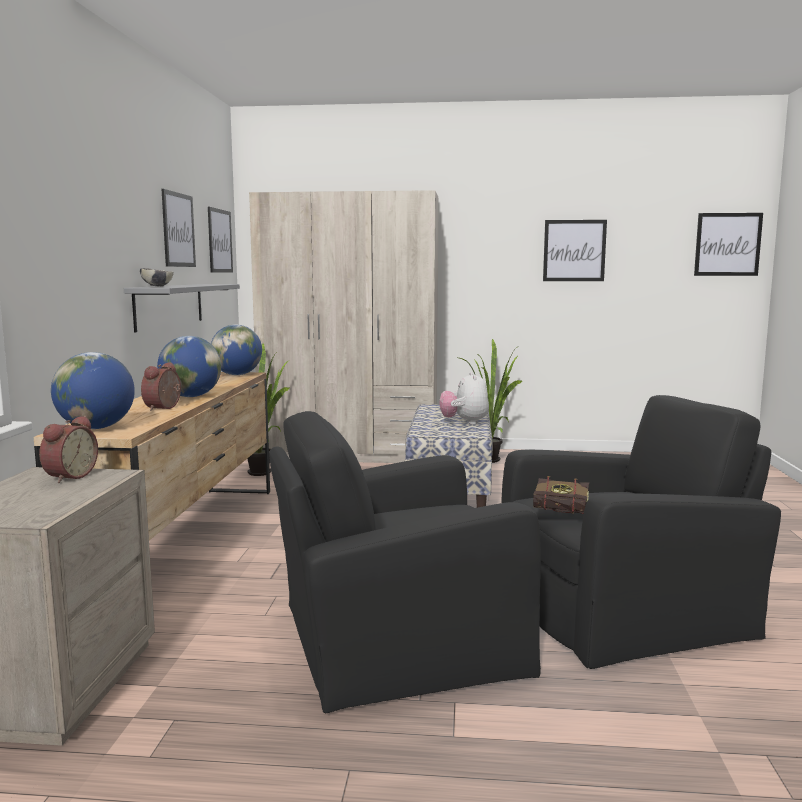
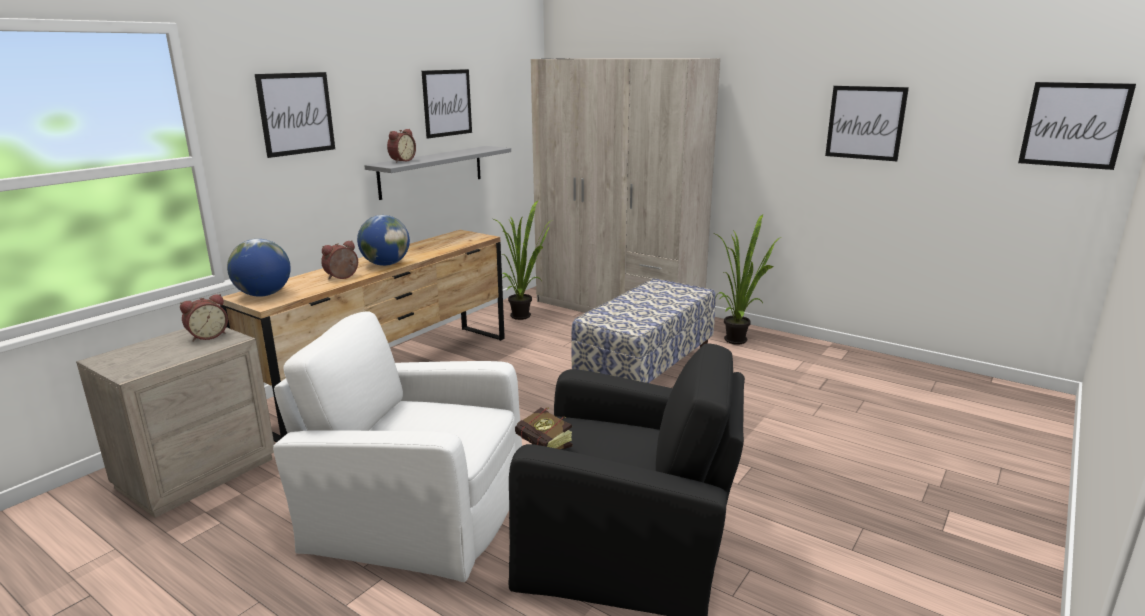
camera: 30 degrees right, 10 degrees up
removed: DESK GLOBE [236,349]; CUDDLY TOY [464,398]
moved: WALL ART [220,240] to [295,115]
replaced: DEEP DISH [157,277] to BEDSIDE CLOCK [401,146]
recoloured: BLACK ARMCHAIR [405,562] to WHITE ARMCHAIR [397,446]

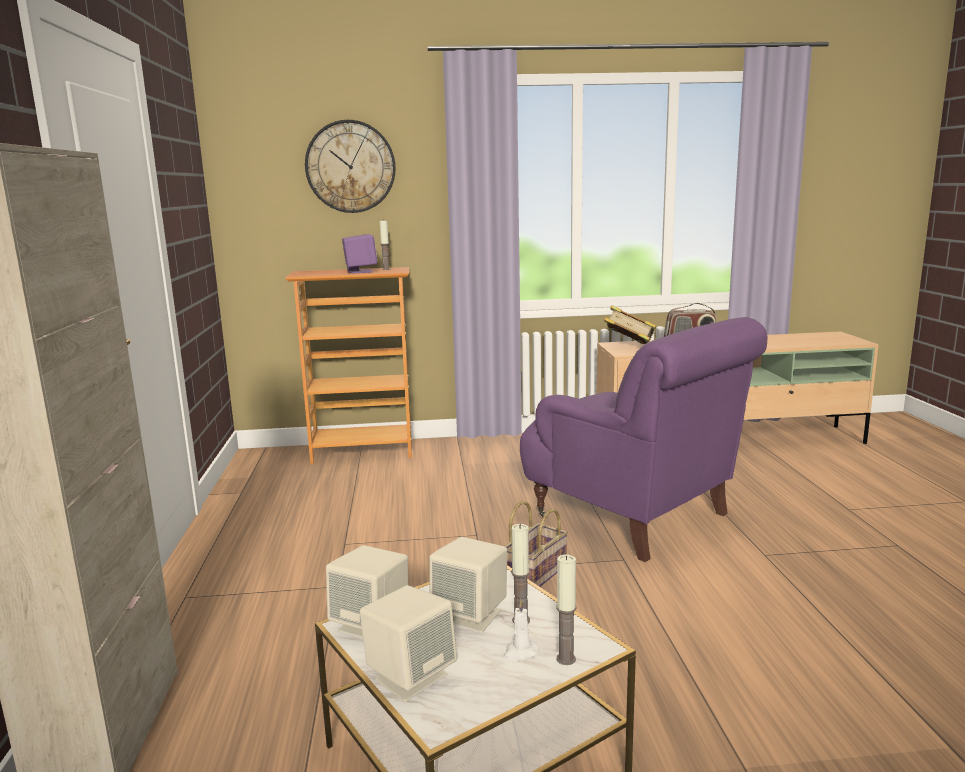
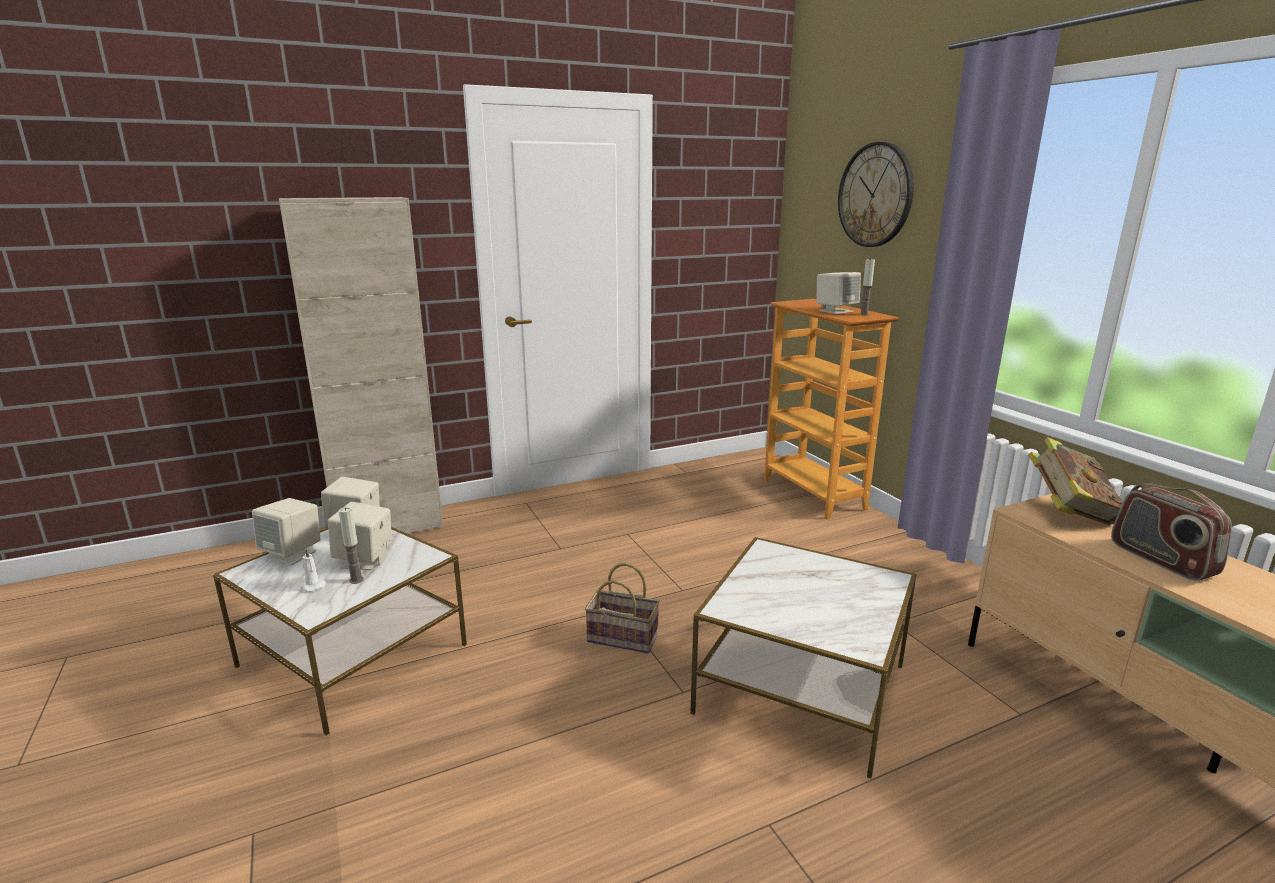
camera: 70 degrees right, 5 degrees up
removed: WAX LIGHT [566,610]
replaced: PURPLISH ARMCHAIR [643,439] to ACCENT TABLE [803,657]
recoloured: PURPLISH LOUDSPEAKER [360,253] to BEIGE LOUDSPEAKER [838,293]

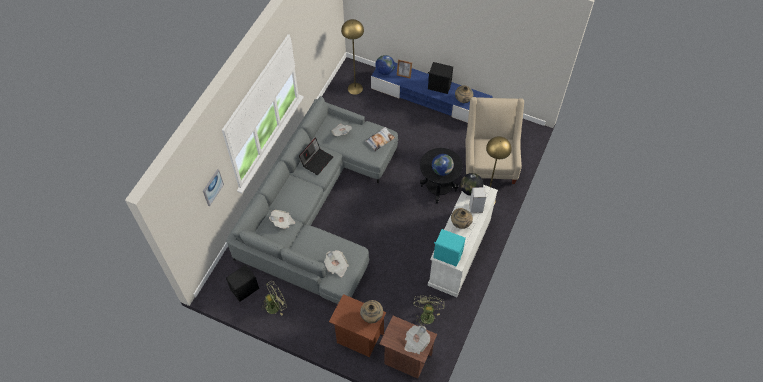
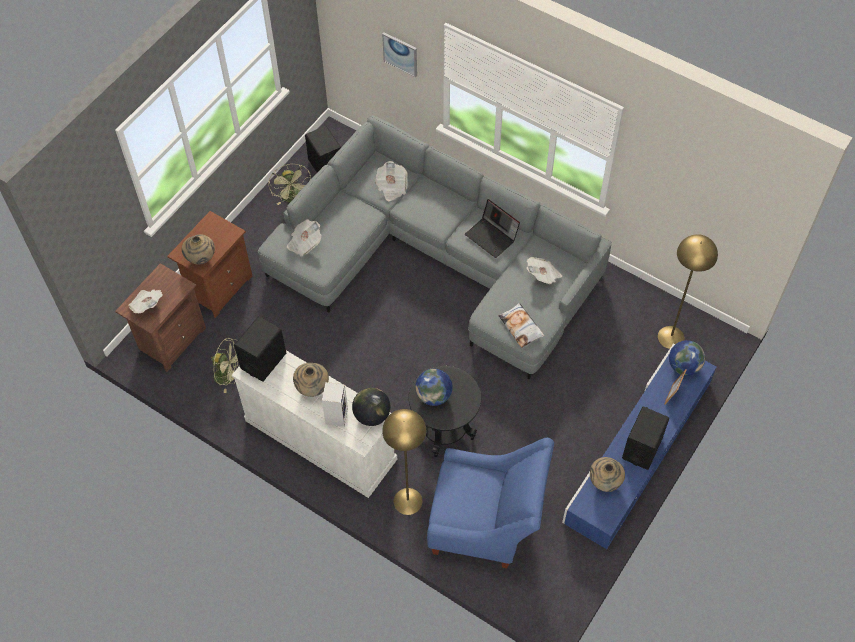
camera: 100 degrees right, 0 degrees up
recoloured: TURQUOISE-COLOURED LOUDSPEAKER [449,248] to BLACK LOUDSPEAKER [260,349]; BEIGE ARMCHAIR [494,140] to BLUE ARMCHAIR [490,503]

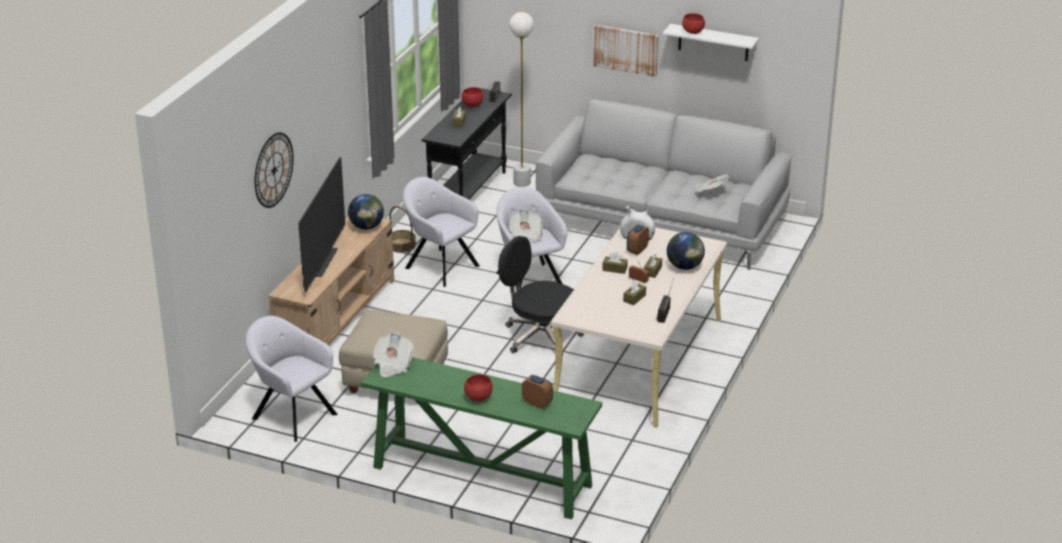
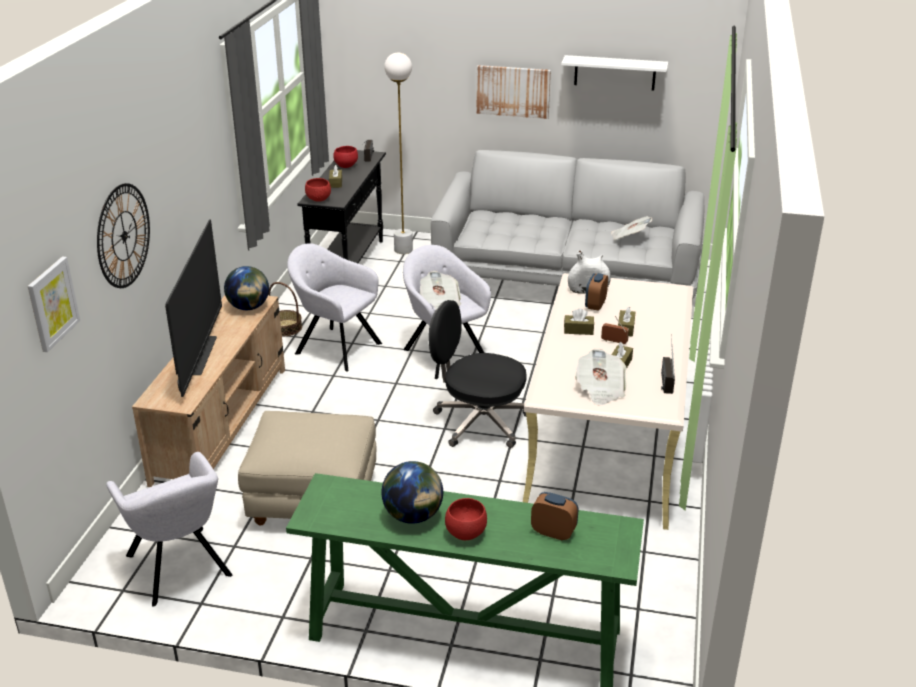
camera: 10 degrees left, 0 degrees up
added: WALL ART [54,304]
moved: RED DEEP DISH [693,23] to [318,190]; DESK GLOBE [686,251] to [412,492]; PRINTED PAPER [393,354] to [601,377]
turned: GRAY ARMCHAIR [291,379] = [169,529] 150 degrees counterclockwise

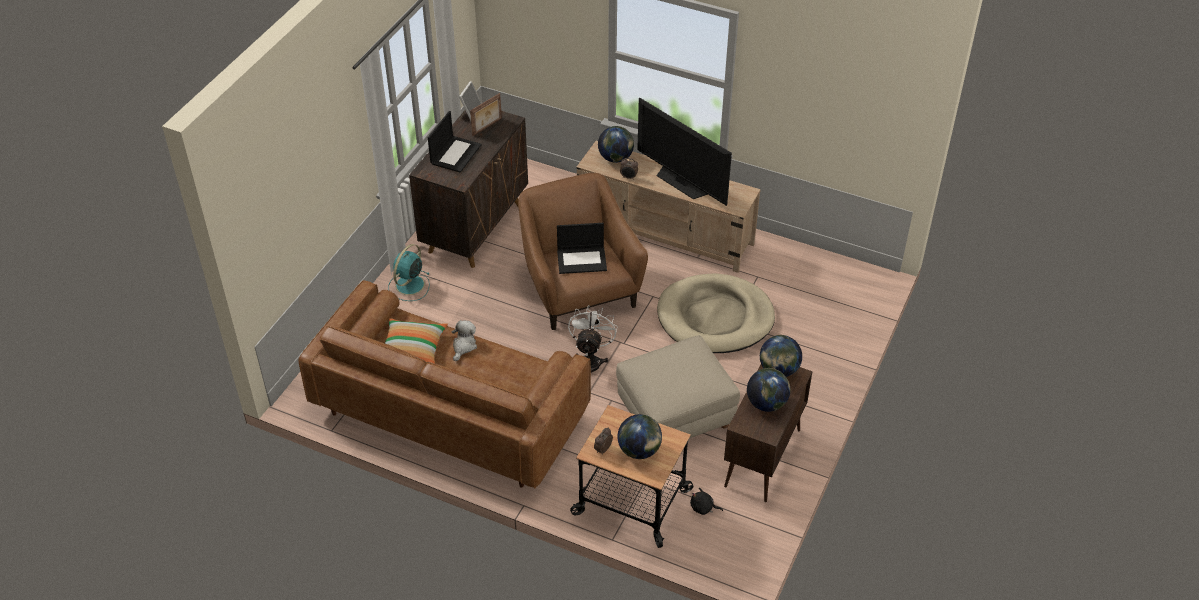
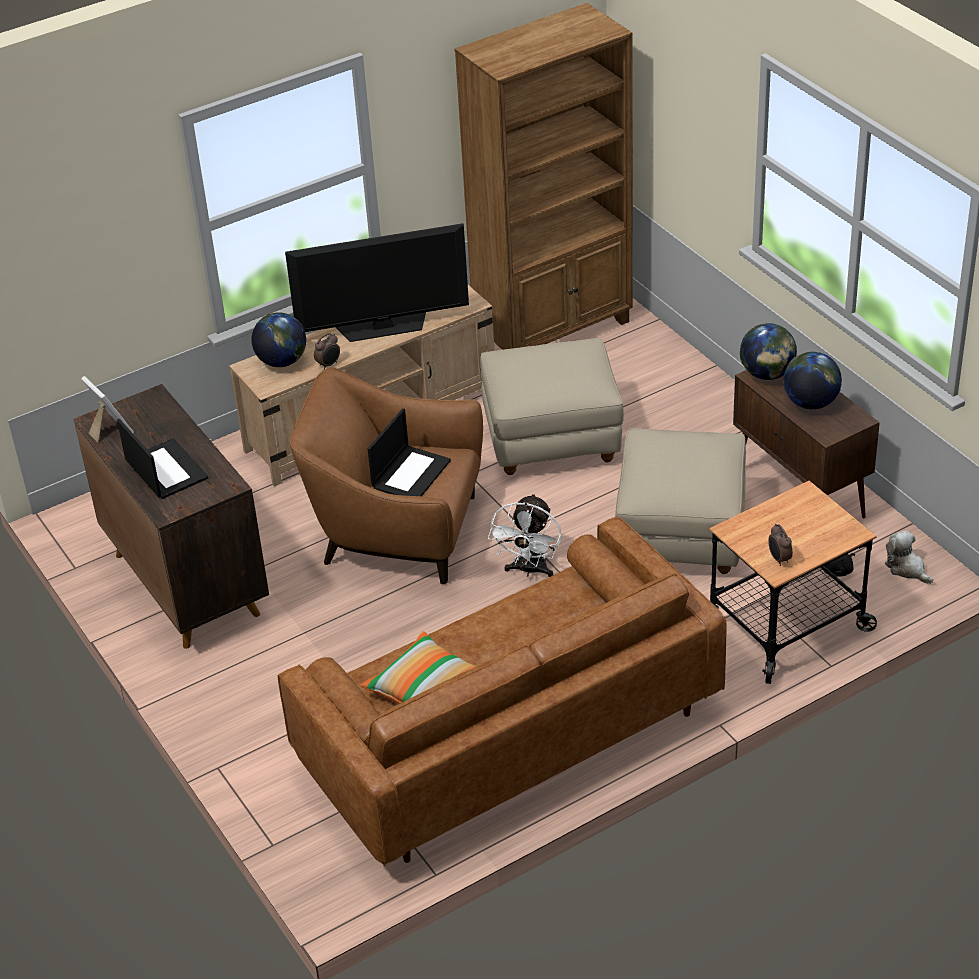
camera: 55 degrees left, 5 degrees down
removed: TURQUOISE-COLOURED COOLING FAN [409,272]; PICTURE FRAME [486,114]; DESK GLOBE [640,436]
added: BROWNISH BOOKSHELF [544,176]
moved: CUDDLY TOY [464,340] to [909,557]
replaced: BEIGE DOG BED [716,313] to BEIGE POUFFE [552,406]
turned: WHITE COOLING FAN [593,339] = [525,535] 120 degrees counterclockwise

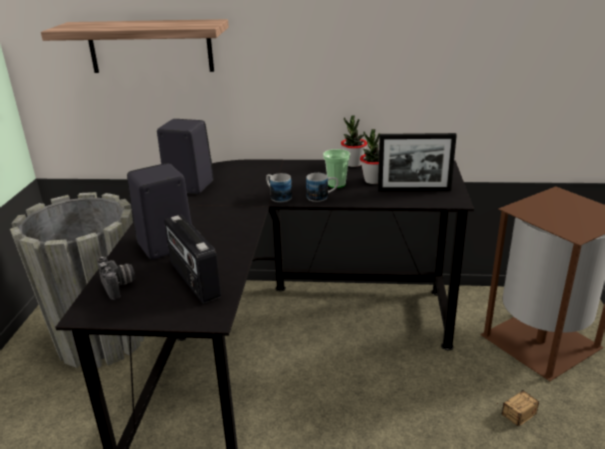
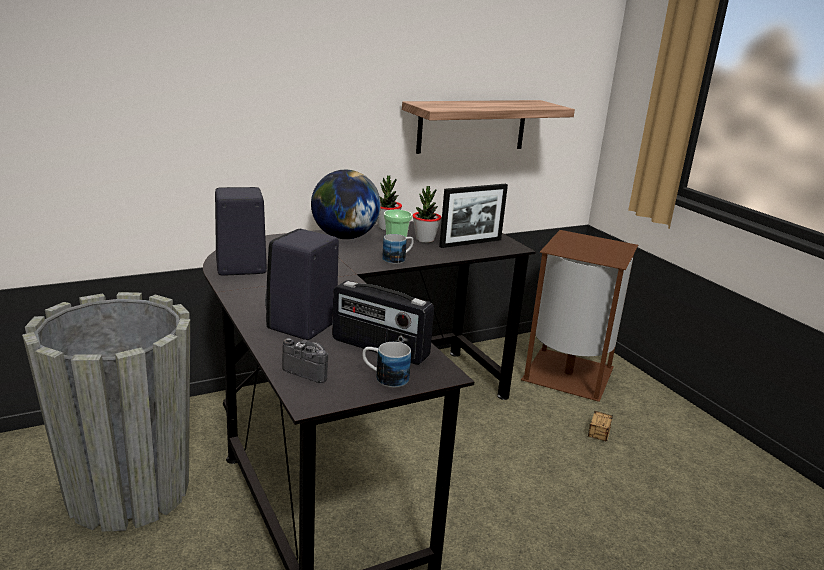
camera: 35 degrees left, 5 degrees down
added: DESK GLOBE [346,204]
moved: MUG [279,187] to [386,365]; WALL SHELF [135,46] to [488,127]

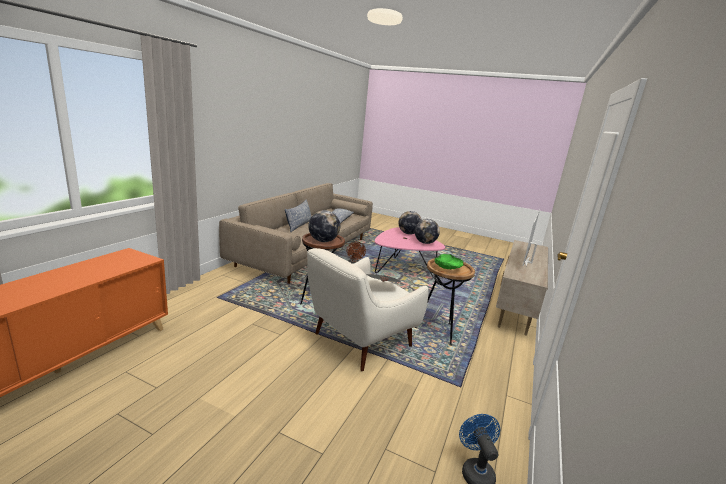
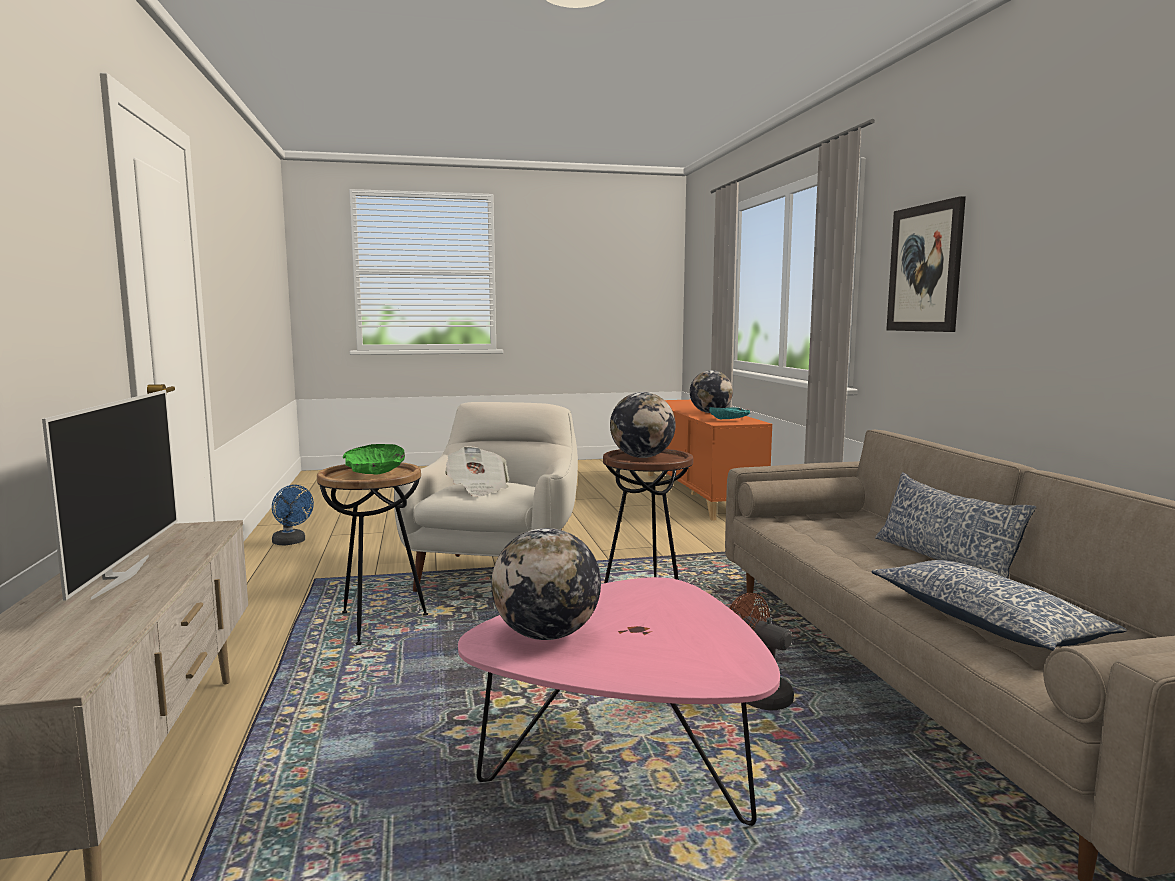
camera: 145 degrees right, 10 degrees down
added: TURQUOISE-COLOURED DEEP DISH [729,413]; WALL ART [926,264]
moved: DESK GLOBE [410,223] to [711,391]

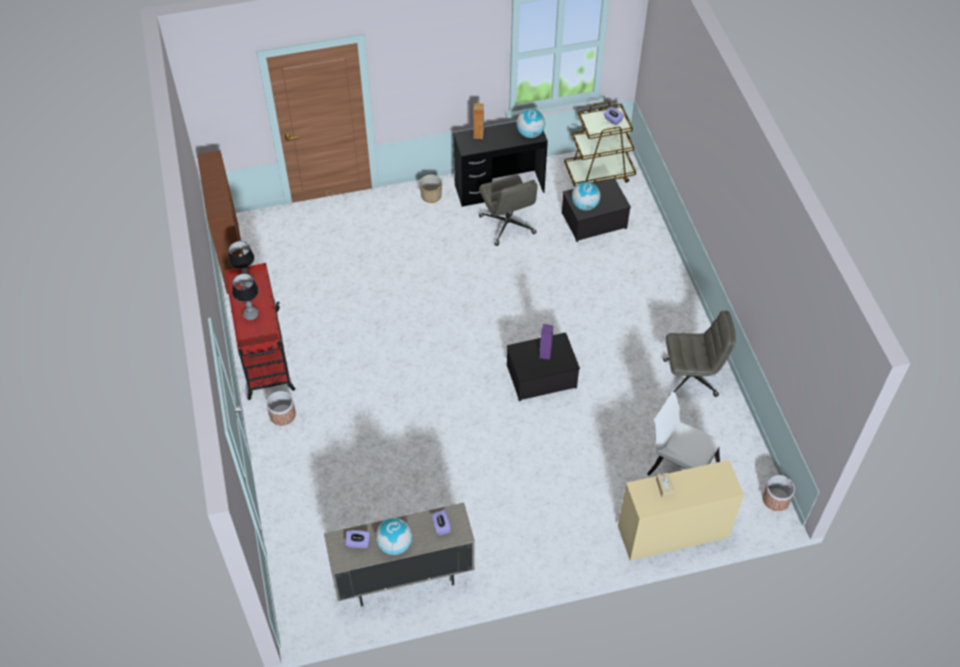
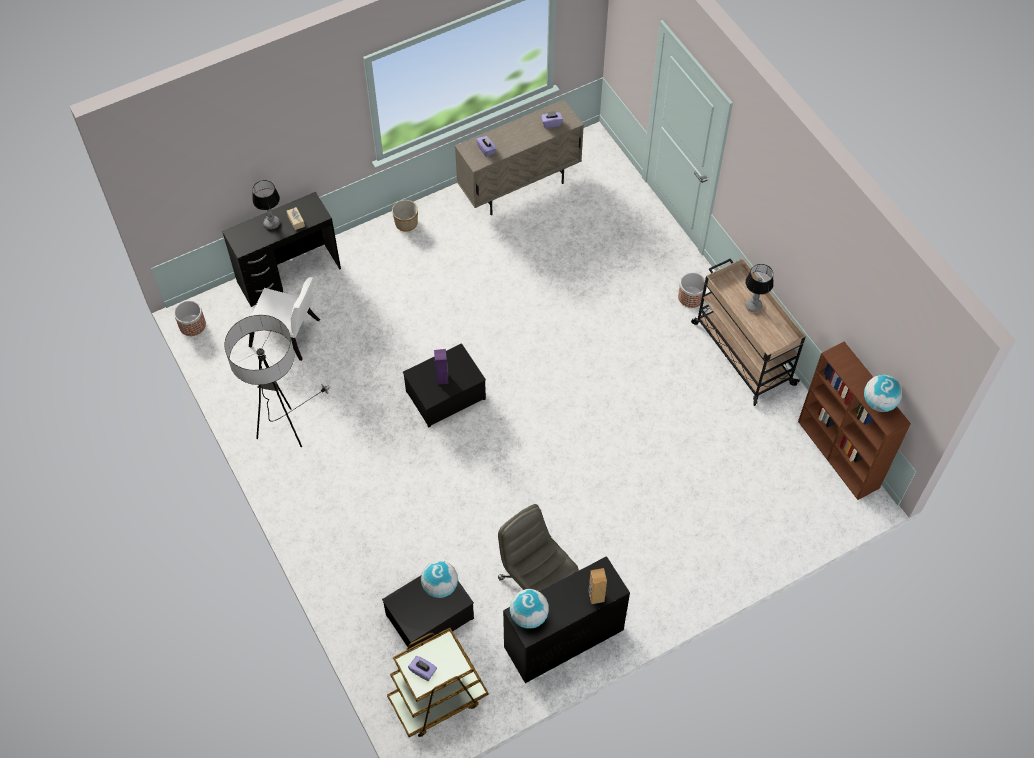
camera: 165 degrees right, 5 degrees up
moved: LAMP FOR A TABLE [242,264] to [266,204]; PLANTER [430,189] to [405,216]; DESK GLOBE [394,536] to [883,393]
replaced: GRAY COMPUTER CHAIR [699,354] to FLOOR LAMP [276,381]
recoloured: BEIGE DESK UNIT [681,510] to BLACK DESK UNIT [281,249]; RED CART [260,331] to BEIGE CART [748,332]

